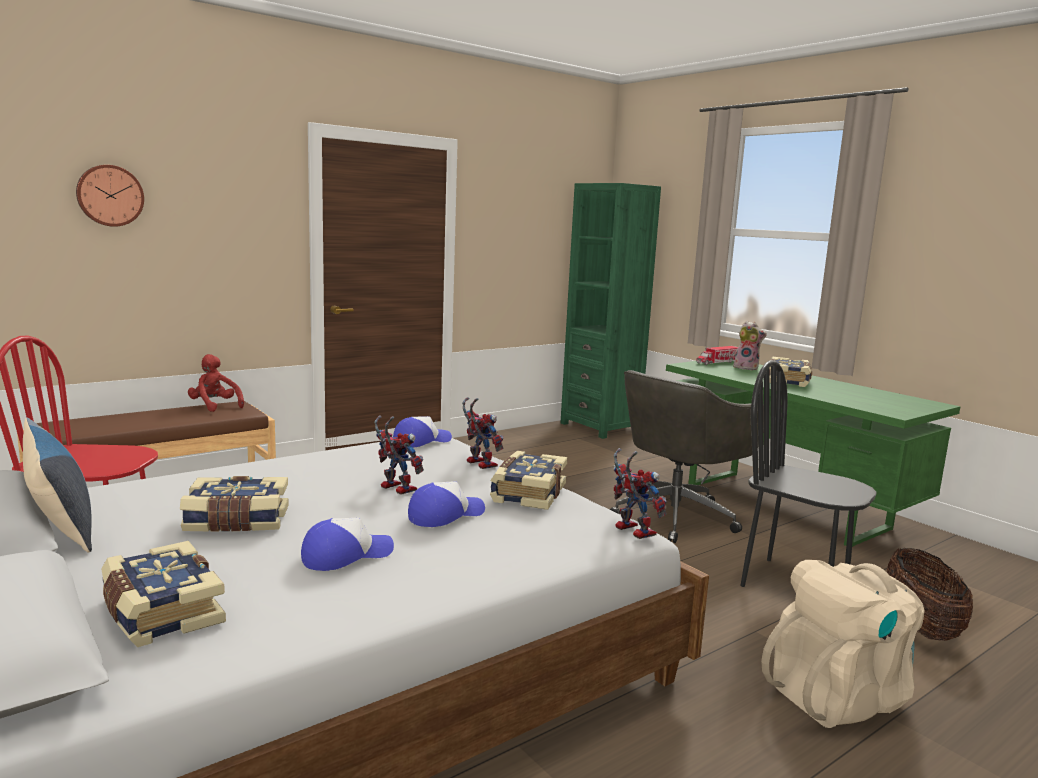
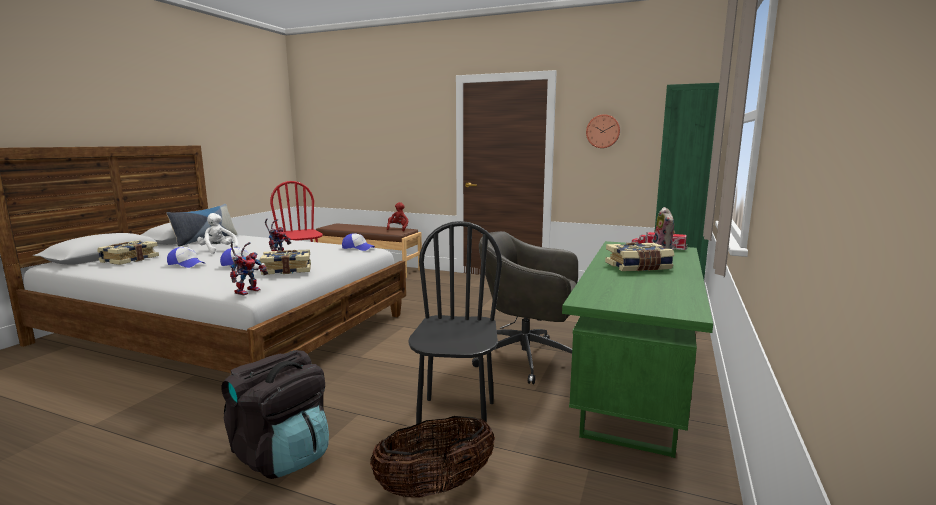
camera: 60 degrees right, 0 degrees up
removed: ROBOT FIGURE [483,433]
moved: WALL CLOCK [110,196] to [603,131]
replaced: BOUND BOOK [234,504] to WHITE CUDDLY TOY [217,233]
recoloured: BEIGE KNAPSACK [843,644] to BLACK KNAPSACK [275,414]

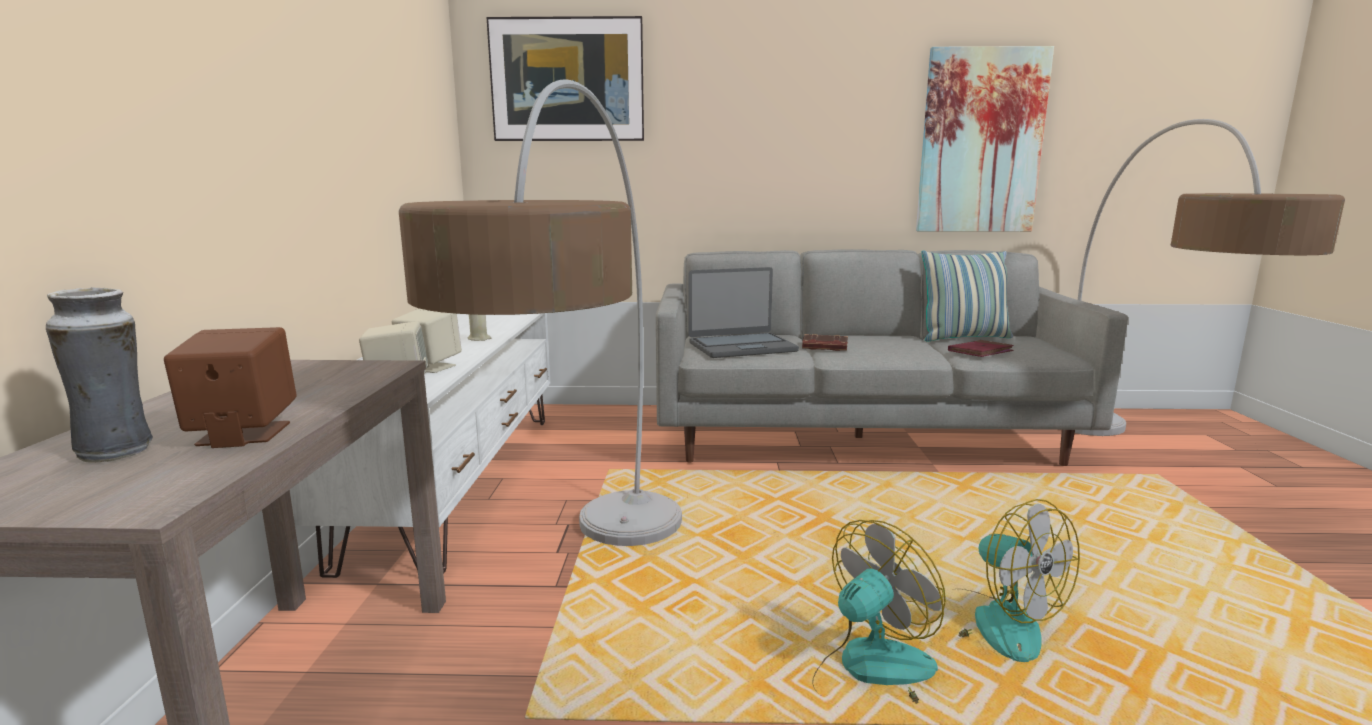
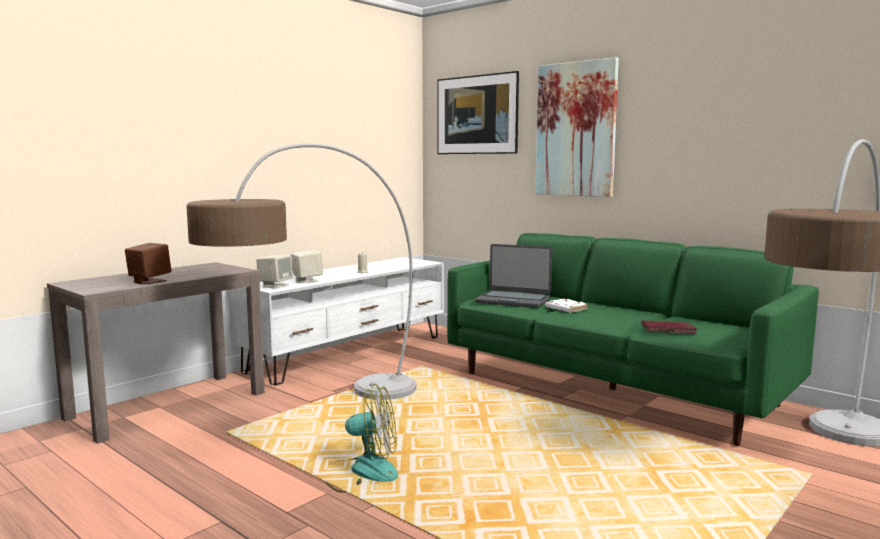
camera: 40 degrees right, 5 degrees down
removed: FLOWER VASE [99,375]; CUSHION [967,296]; COOLING FAN [1016,580]
moved: WALL ART [985,139] to [577,127]
recoloured: GRAY SOFA [892,357] to GREEN-COLOURED SOFA [633,339]; BROWNISH BOUND BOOK [825,342] to WHITE BOUND BOOK [566,305]

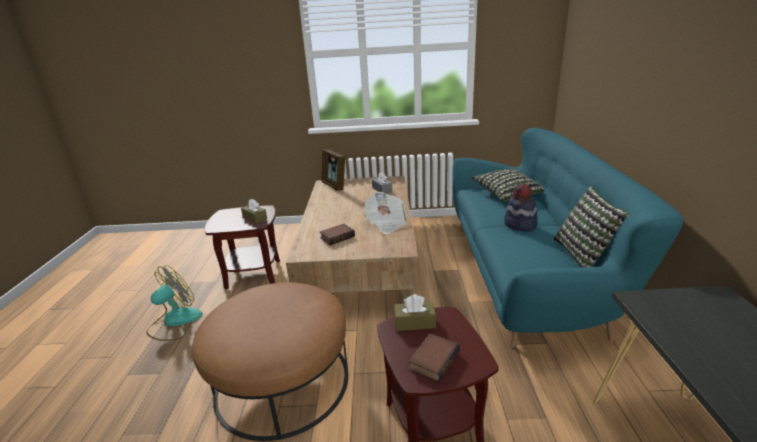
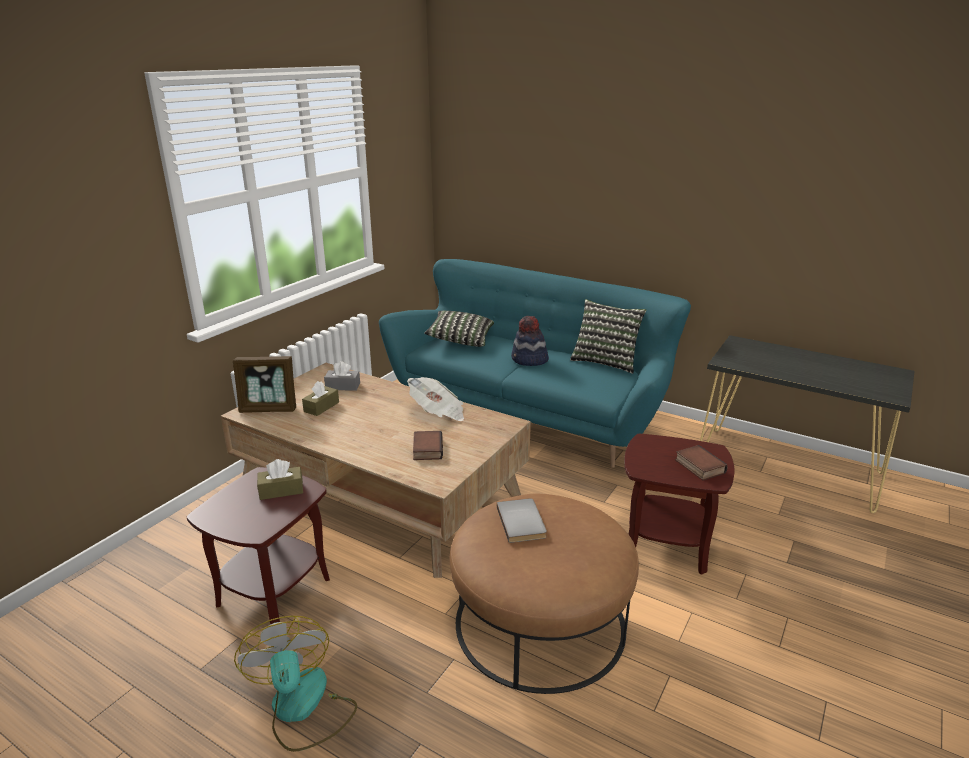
camera: 60 degrees left, 0 degrees up
added: GRAY BOUND BOOK [522,520]
moved: BROWNISH TISSUE HOLDER [415,312] to [320,398]

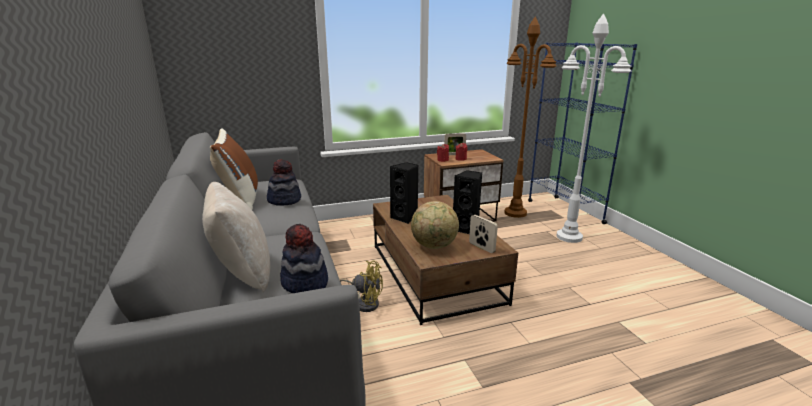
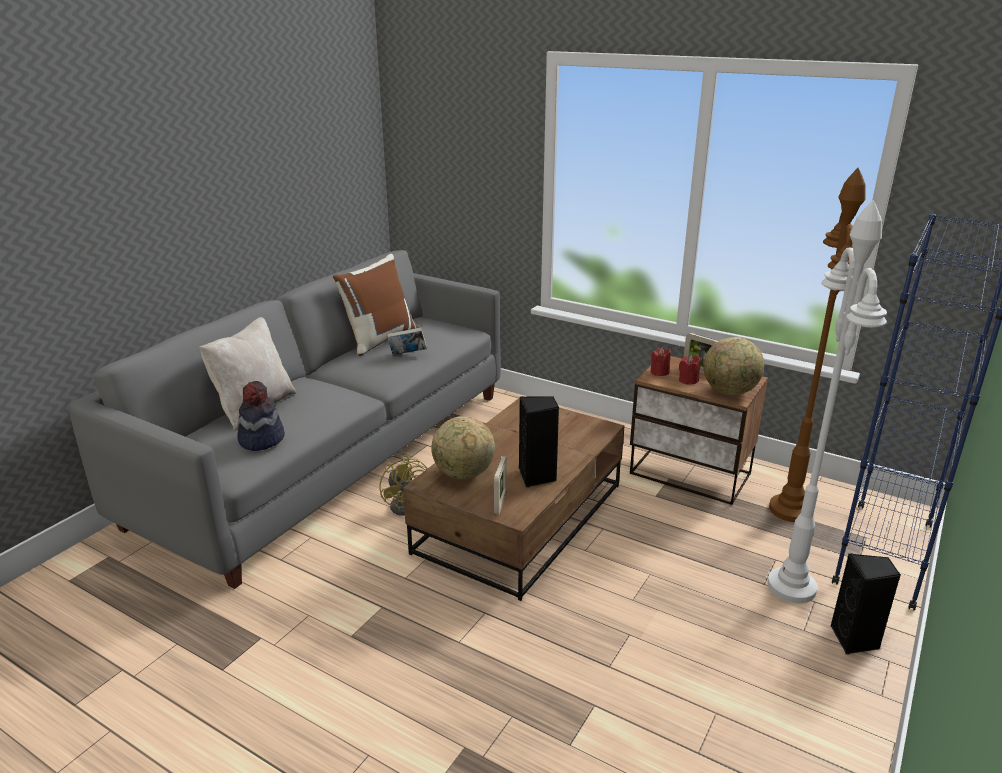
camera: 50 degrees right, 5 degrees up
added: DESK GLOBE [733,366]
moved: BLACK LOUDSPEAKER [404,193] to [865,604]
replaced: HAT [284,182] to BOUND BOOK [407,341]

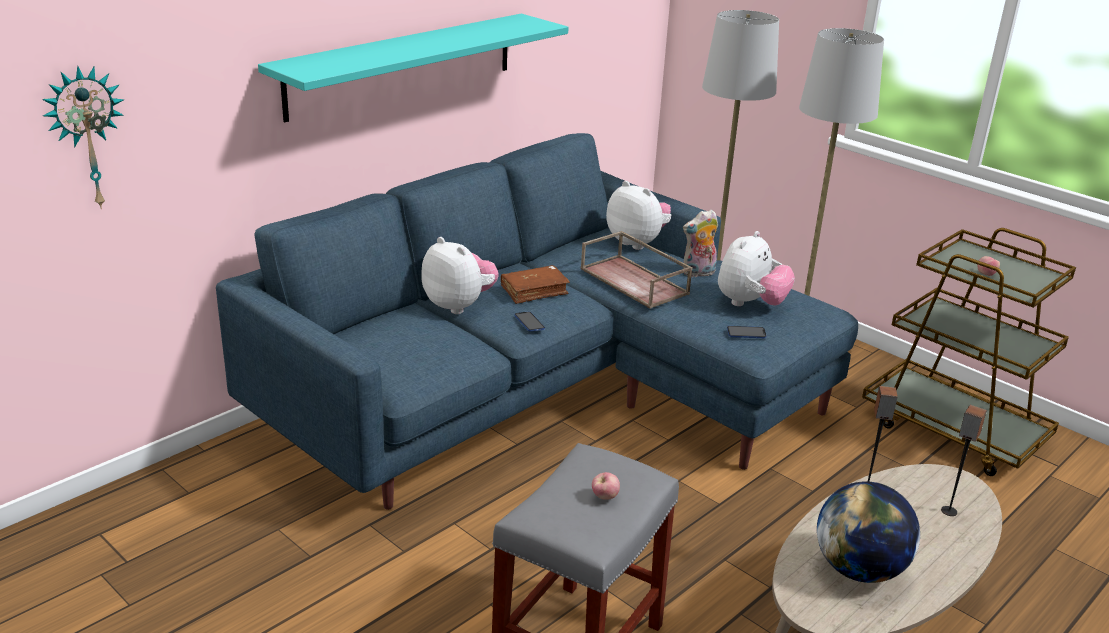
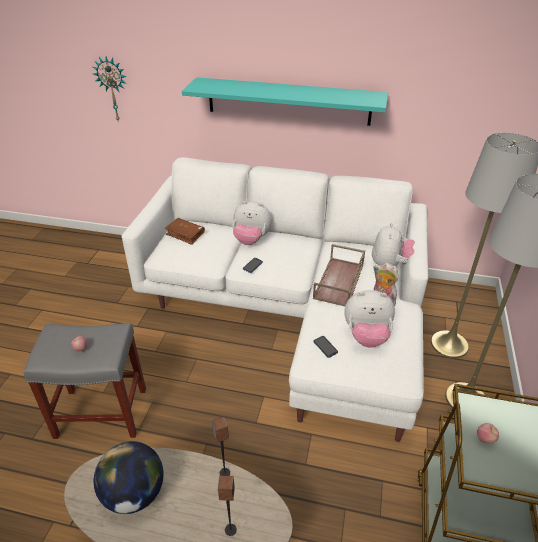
camera: 60 degrees right, 10 degrees up
moved: BROWNISH BOUND BOOK [535,284] to [185,231]
recoloured: BLUE SOFA [537,321] to WHITE SOFA [275,299]
turned: CUDDLY TOY [460,275] = [252,223] 90 degrees clockwise

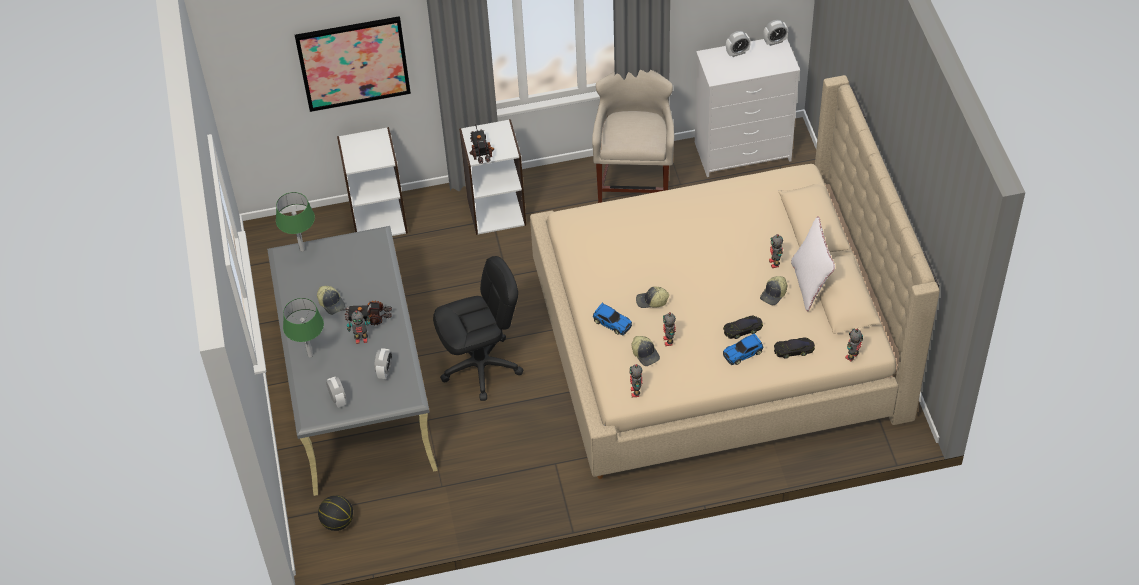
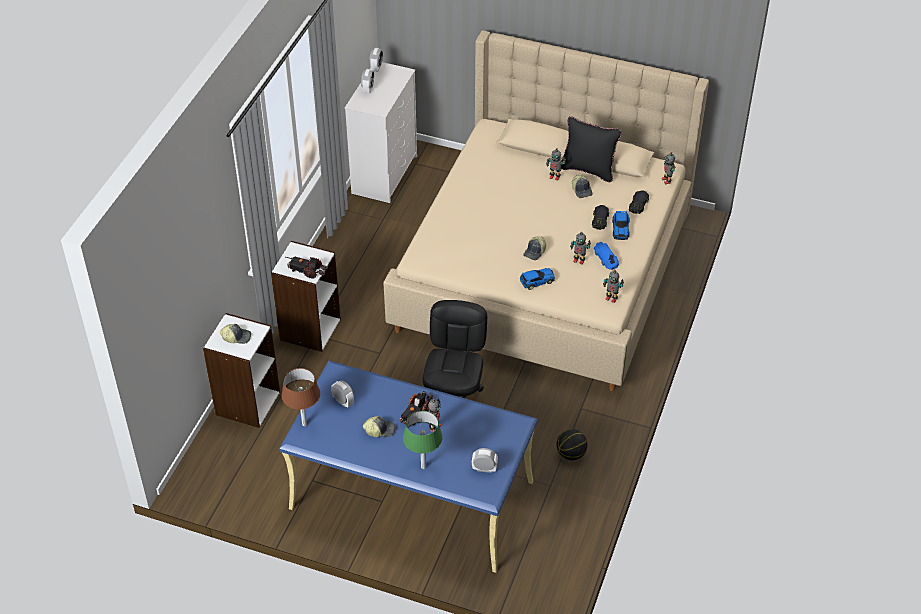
camera: 60 degrees left, 5 degrees down
removed: WALL ART [353,64]; BEIGE STOOL SEAT [633,136]
added: BLUE MINIATURE CAR [606,256]
moved: CAP [645,351] to [235,334]; BEDSIDE CLOCK [383,363] to [342,394]; BALL FOR BASKETBALL [335,513] to [571,444]
recoloured: GRAY DESK UNIT [352,361] to BLUE DESK UNIT [408,467]; GREEN-COLOURED LAMP FOR A TABLE [295,222] to BROWNISH LAMP FOR A TABLE [301,397]; WHITE CUSHION [813,263] to BLACK CUSHION [591,149]

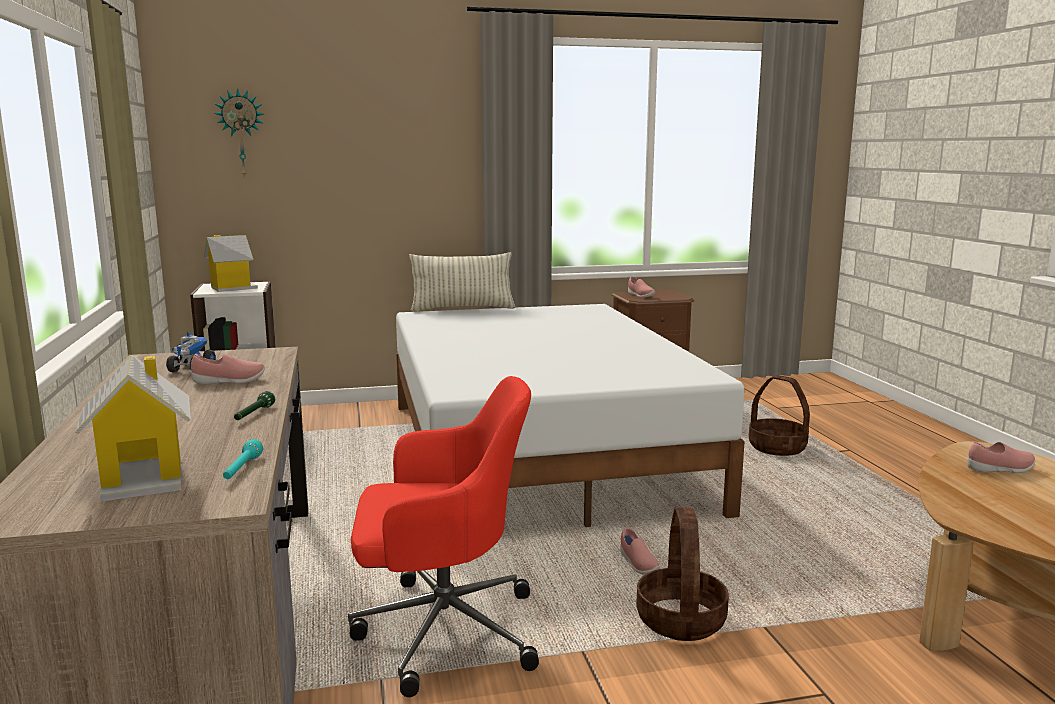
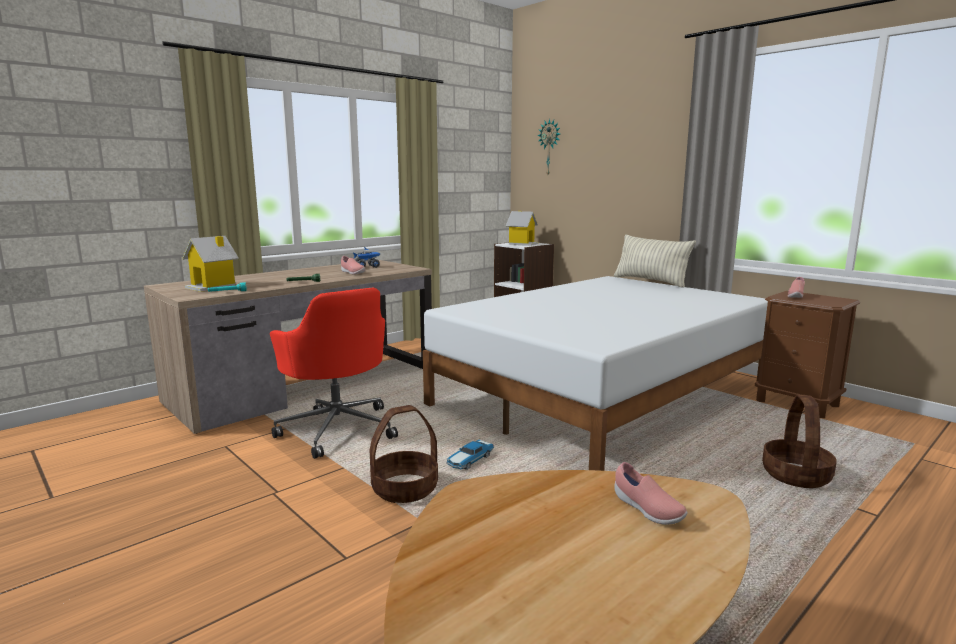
camera: 60 degrees right, 0 degrees up
replaced: PINKISH ITEM OF FOOTWEAR [640,550] to MINIATURE CAR [470,455]

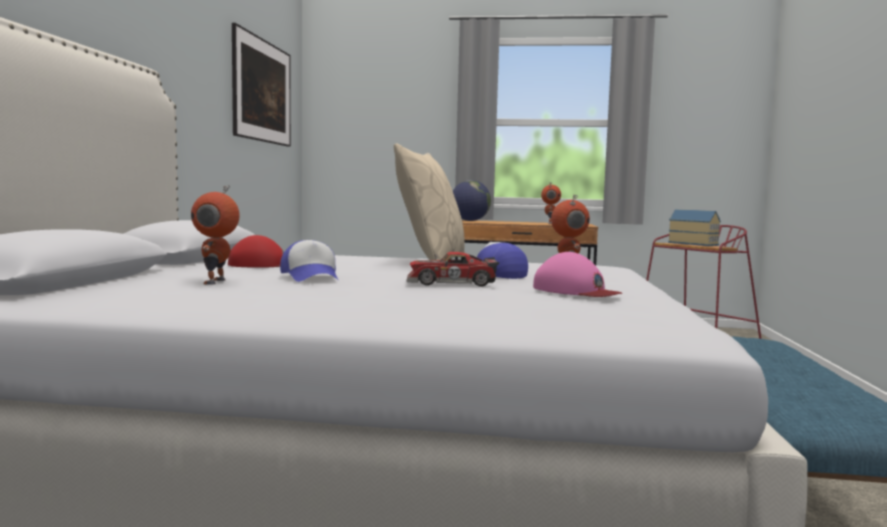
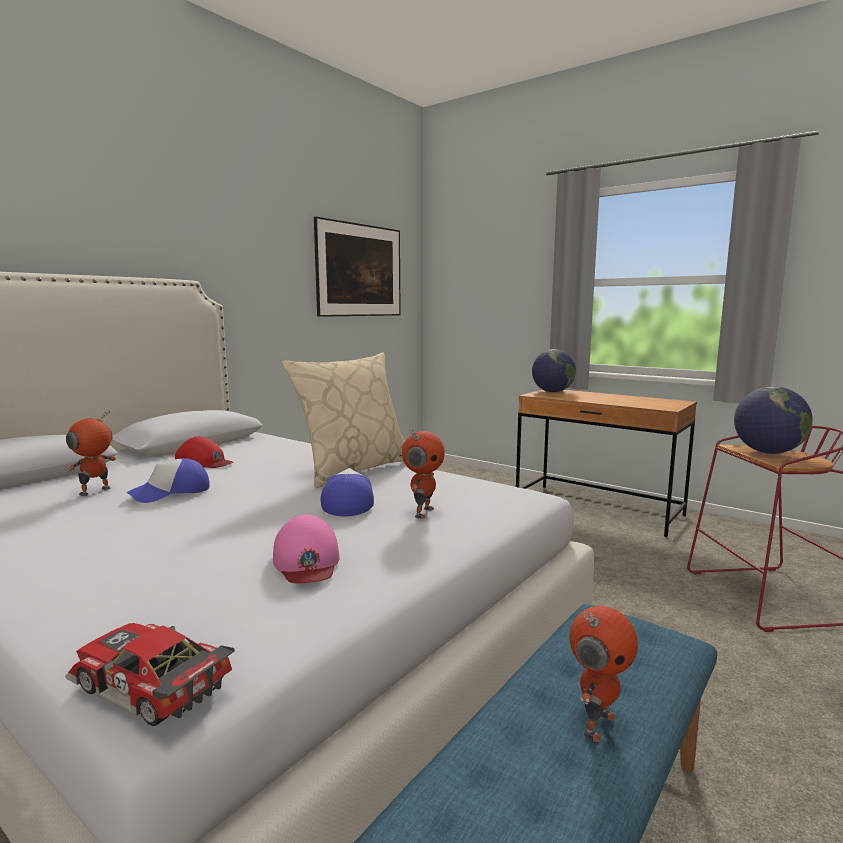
camera: 30 degrees right, 5 degrees up
moved: MINIATURE CAR [452,269] to [150,674]; ROBOT FIGURE [551,202] to [603,674]
replaced: MINIATURE HOUSE [694,227] to DESK GLOBE [773,420]
turned: CAP [309,261] = [168,480] 45 degrees clockwise

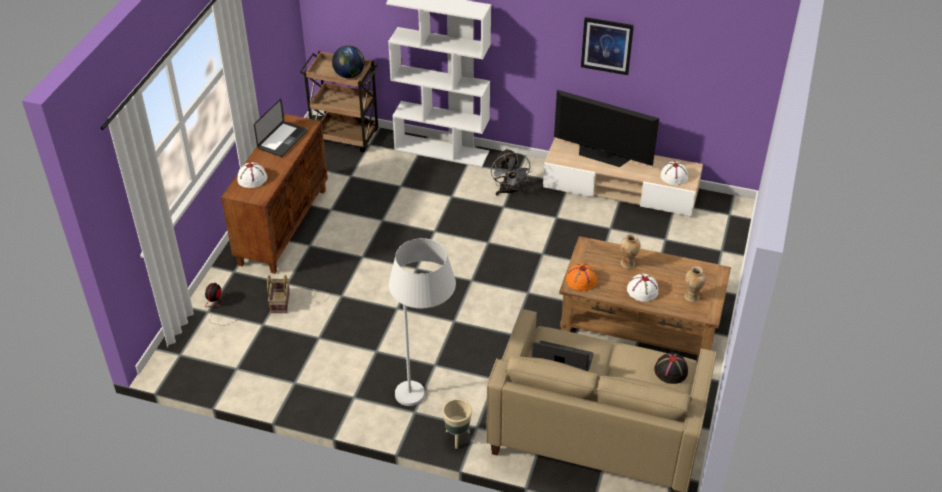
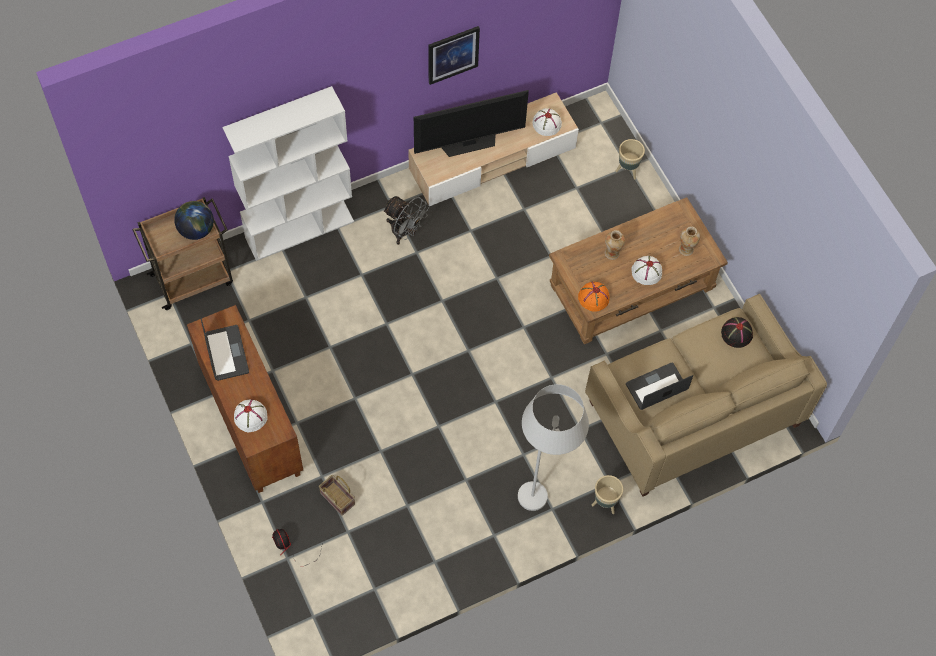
camera: 45 degrees left, 20 degrees up
added: BEIGE PLANTER [630,159]

